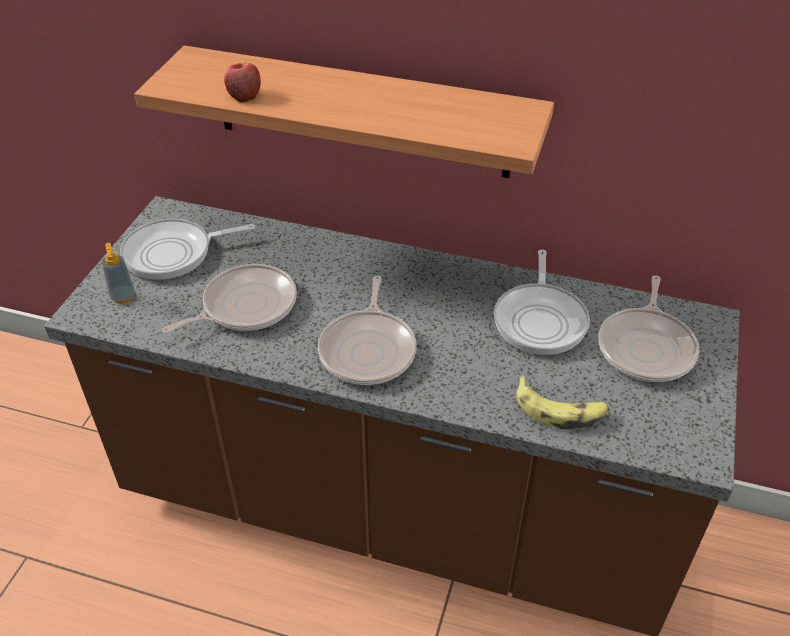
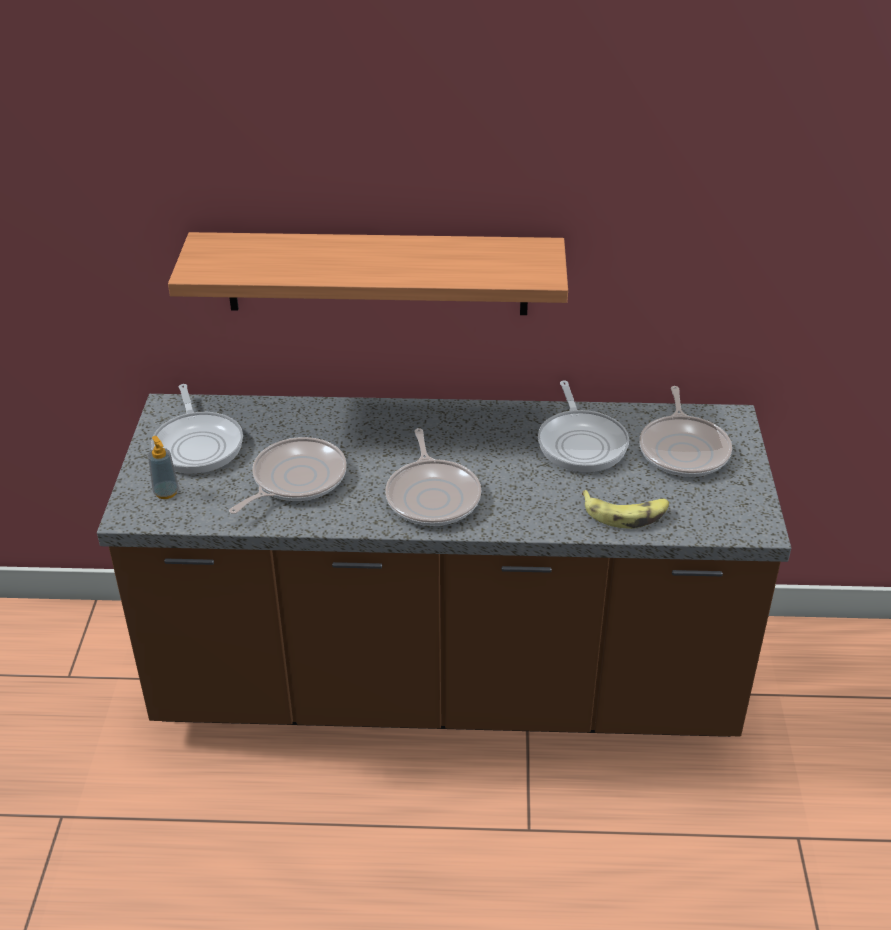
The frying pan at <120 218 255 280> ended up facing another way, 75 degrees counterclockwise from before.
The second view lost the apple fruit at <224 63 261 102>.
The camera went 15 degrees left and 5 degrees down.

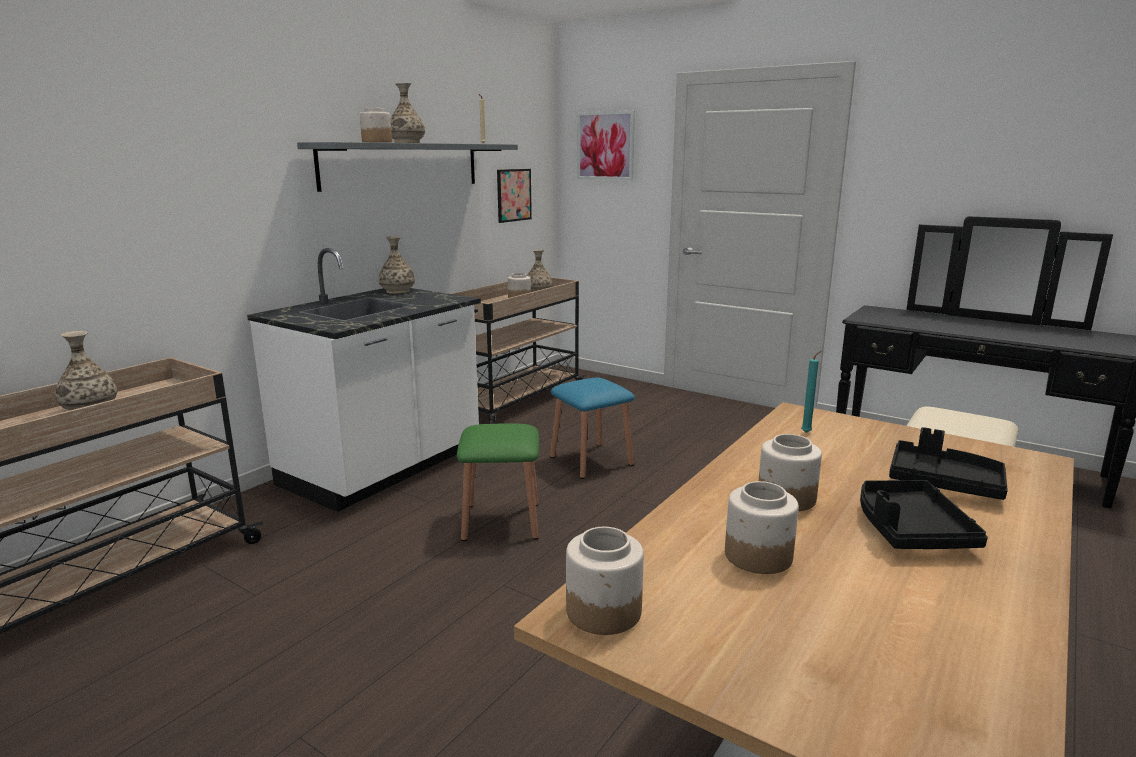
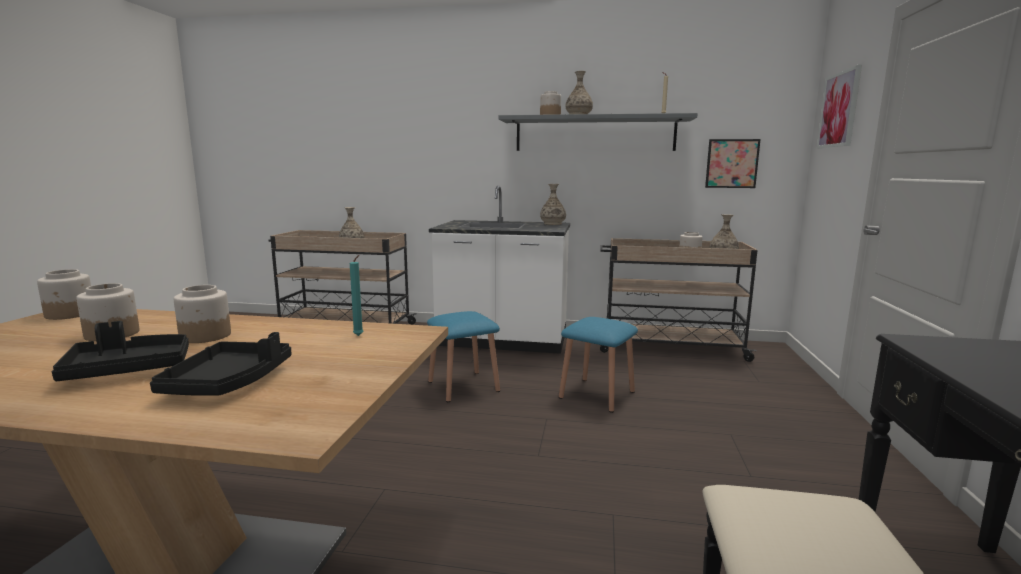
What was the greenish sitting stool at <457 423 539 541> turned into the blue sitting stool at <427 311 500 402>.
The camera went 65 degrees right and 5 degrees down.

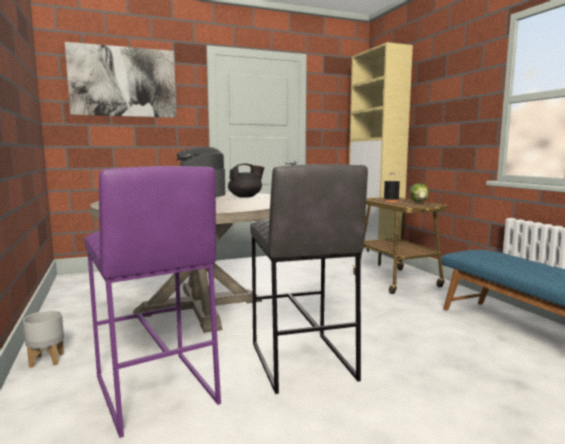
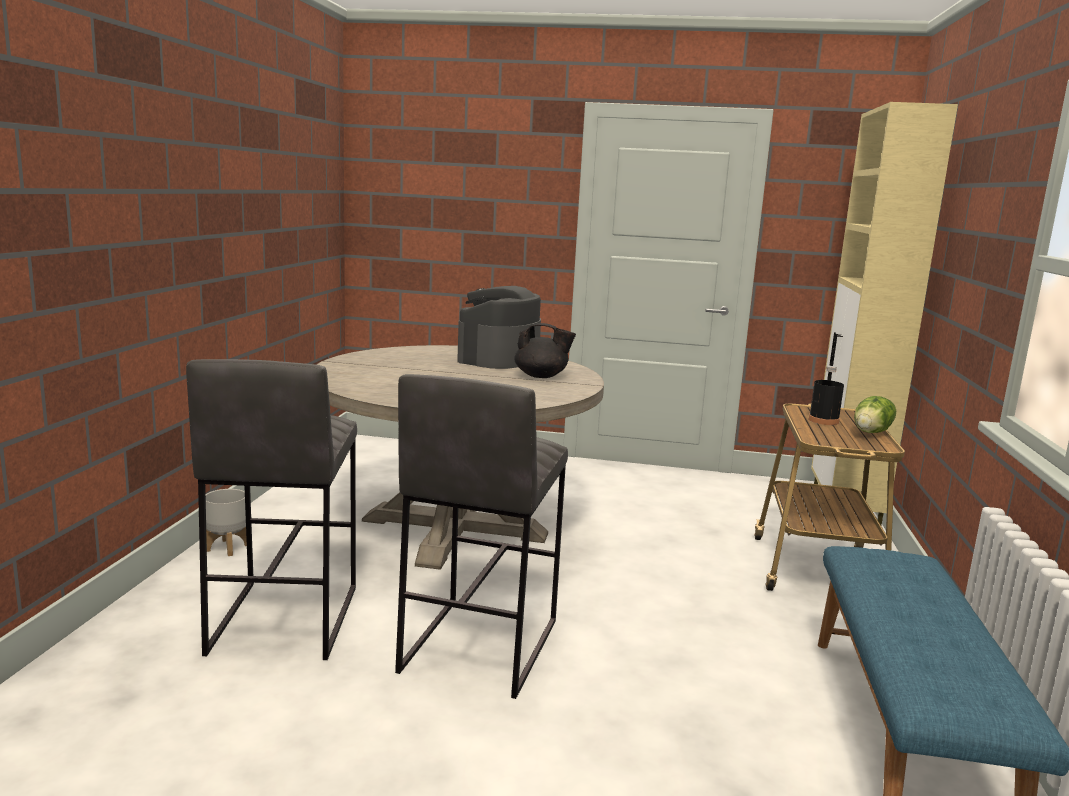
What was the purple-coloured sitting stool at <85 166 221 438> turned into the greyish sitting stool at <186 359 357 660>.
The second view lost the wall art at <65 42 177 118>.
The camera went 30 degrees right and 5 degrees up.

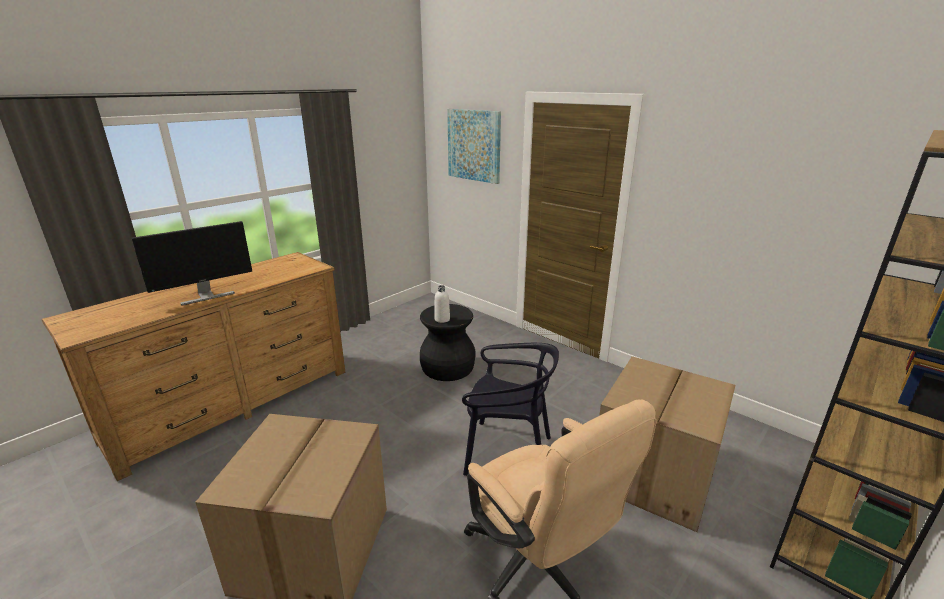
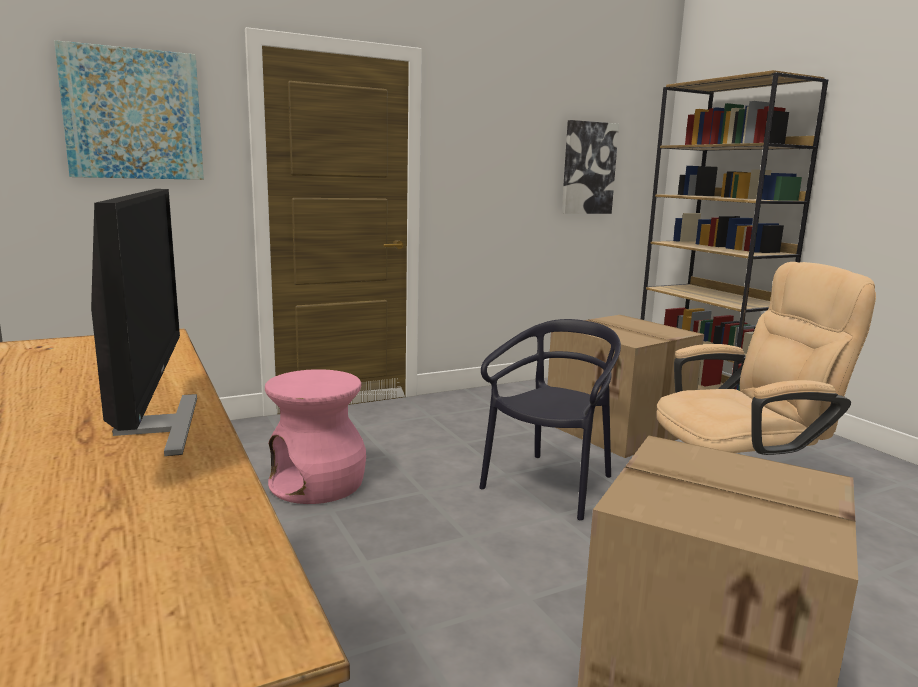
What was the blackish sitting stool at <420 304 476 381> turned into the pink sitting stool at <265 369 366 504>.
The second view gained the wall art at <562 120 619 214>.
The second view lost the whitish drink bottle at <435 285 450 323>.
The camera went 70 degrees left and 10 degrees down.

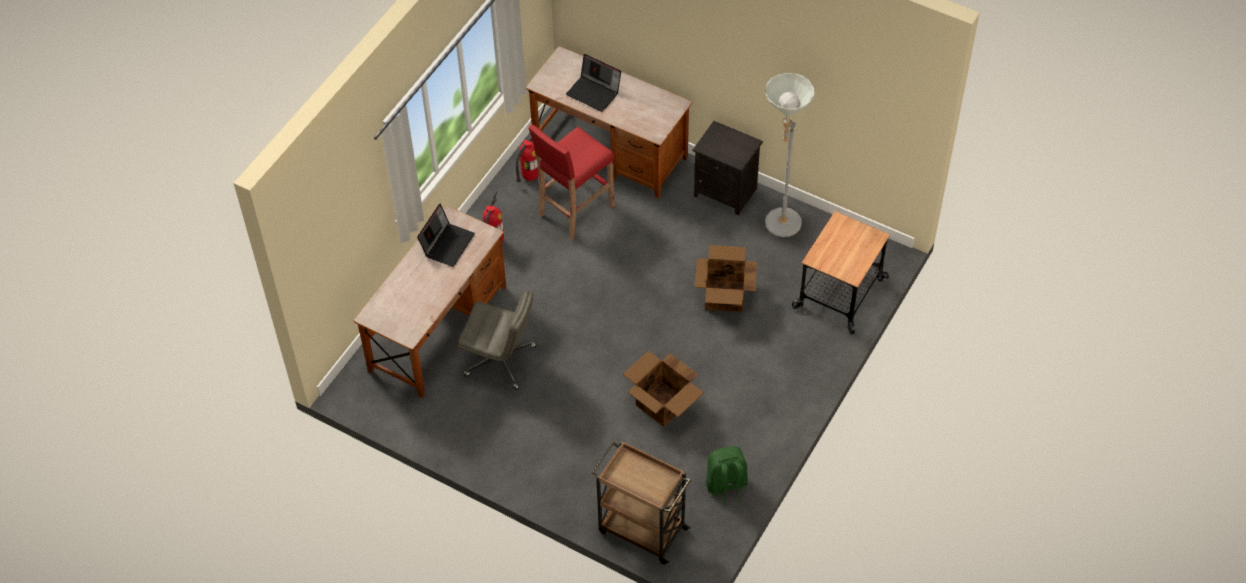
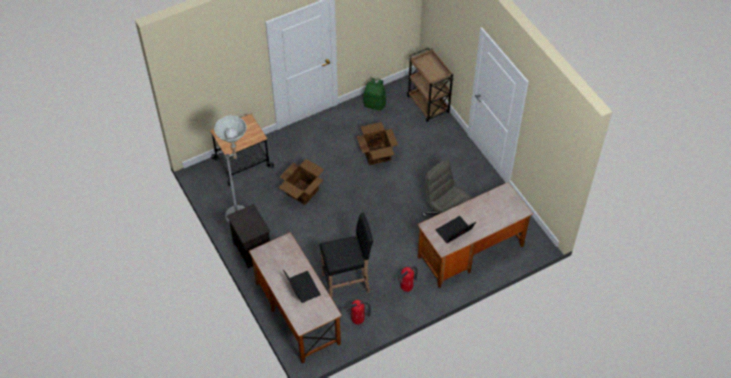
What was the red sitting stool at <528 124 615 241> turned into the blackish sitting stool at <320 213 373 300>.
The camera went 150 degrees left and 0 degrees up.

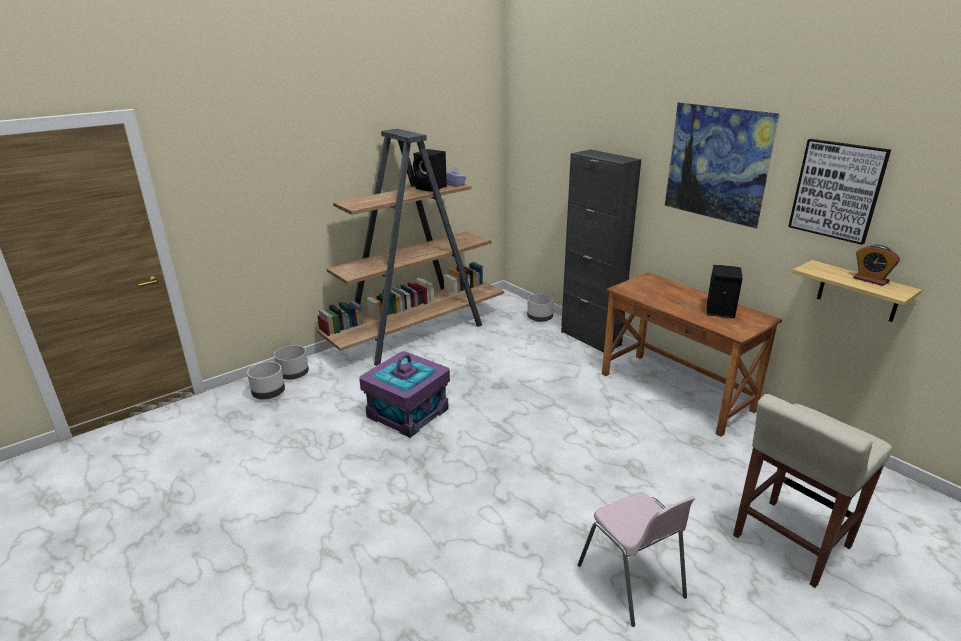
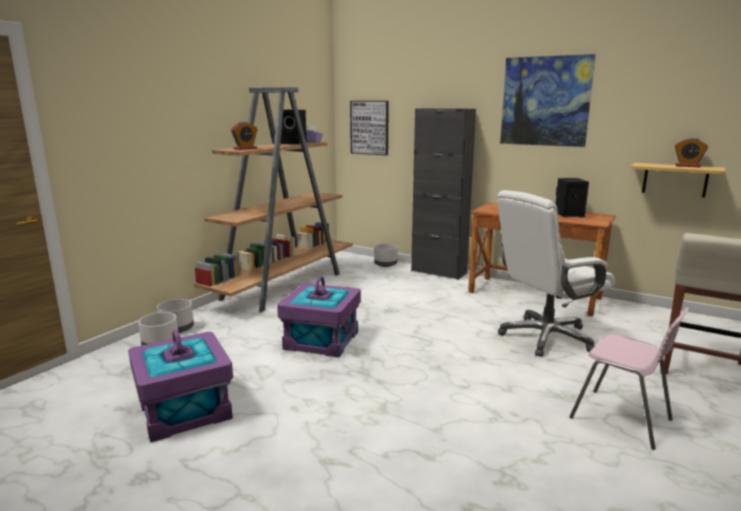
The second view gained the purple-coloured storage bin at <128 330 233 443>.
The second view gained the table clock at <231 122 257 150>.
The wall art ended up elsewhere, having gone from <788 139 891 245> to <350 101 389 155>.
The second view gained the whitish computer chair at <497 190 615 357>.
The camera went 20 degrees left and 10 degrees down.

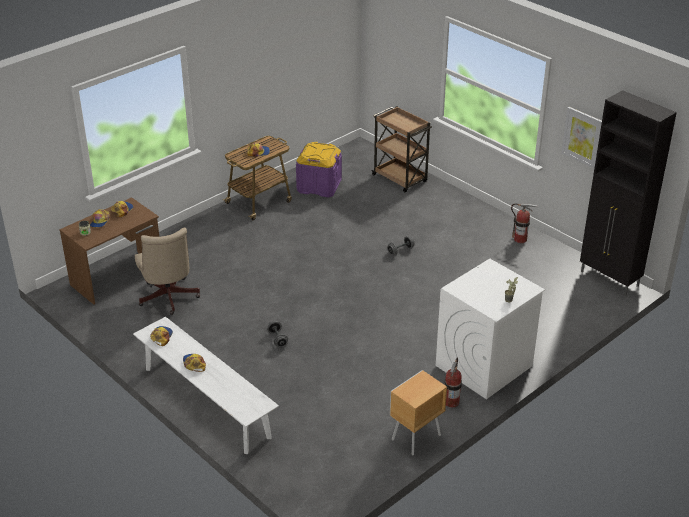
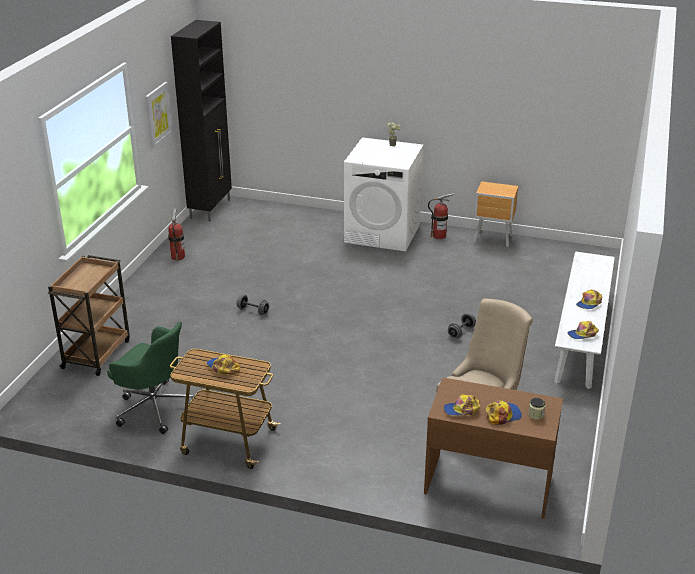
Where the purple-coloured storage bin stood at <296 142 342 198>, the greenish computer chair came to stand at <107 321 194 434>.
The camera went 120 degrees left and 5 degrees down.

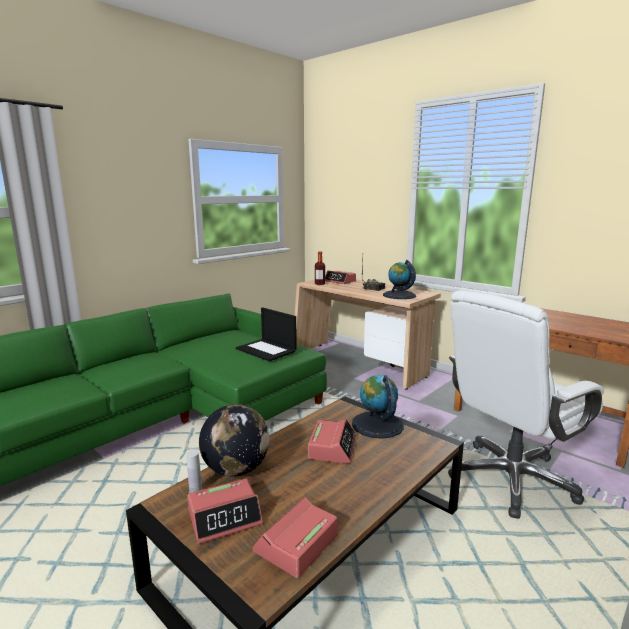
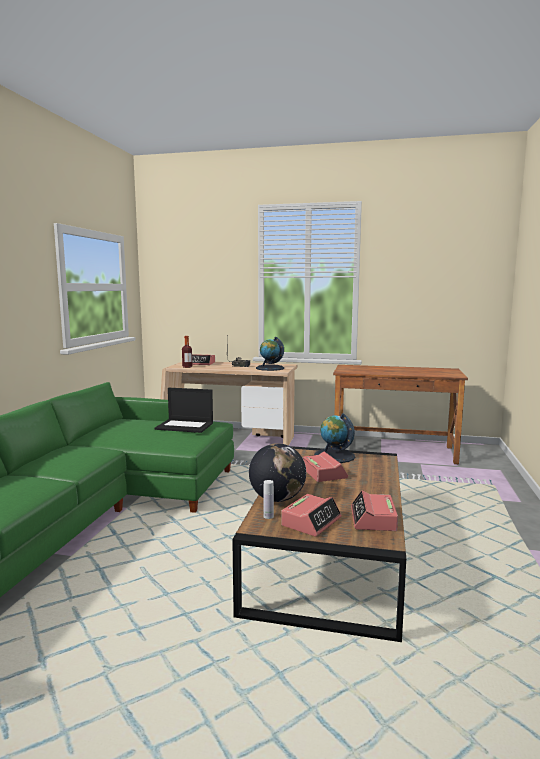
The second view lost the whitish computer chair at <448 290 604 519>.
The camera went 30 degrees left and 5 degrees down.

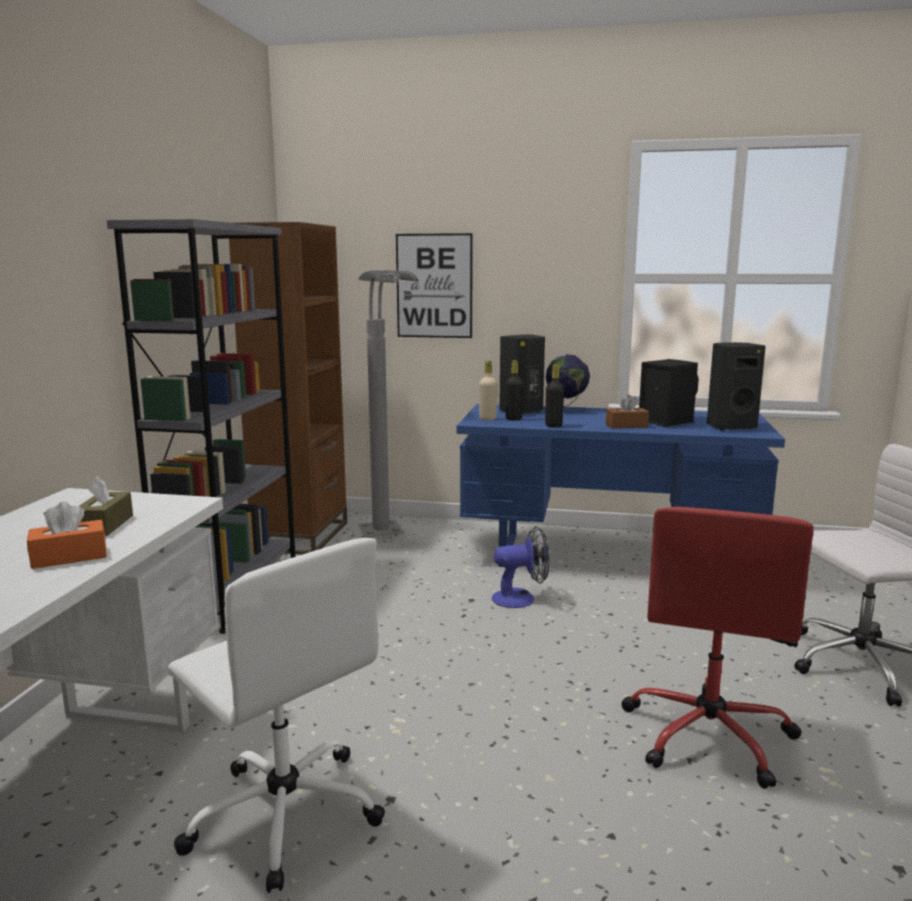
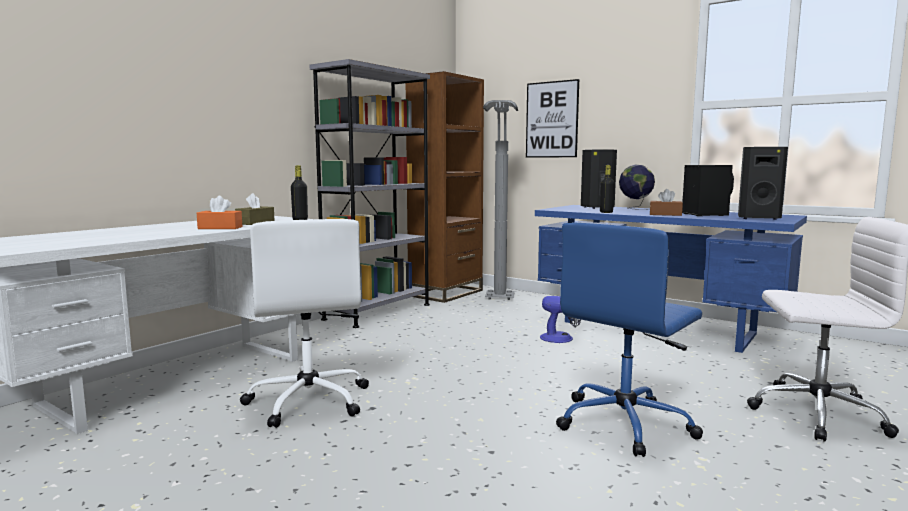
The blackish drink bottle ended up elsewhere, having gone from <506 360 523 421> to <291 165 308 220>.
What was the red computer chair at <621 507 814 789> turned into the blue computer chair at <556 222 703 457>.
The second view lost the sand-coloured drink bottle at <479 361 497 421>.
The camera went 25 degrees right and 5 degrees down.

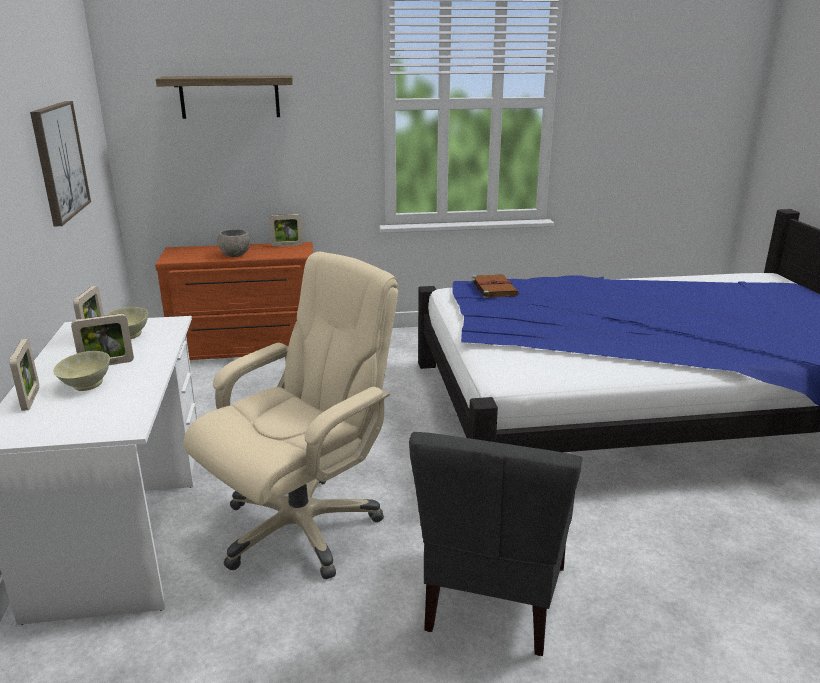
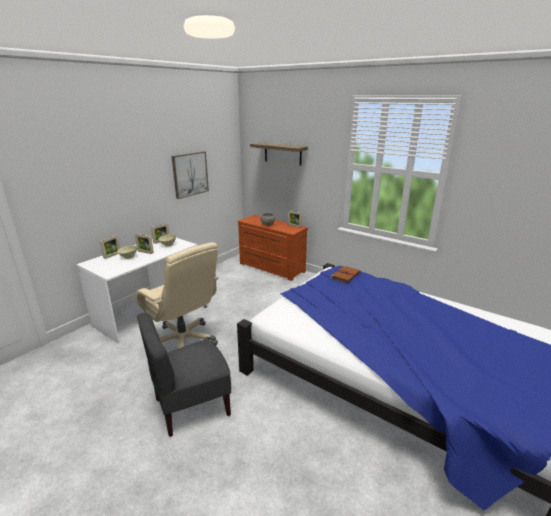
The sand-coloured computer chair at <184 251 398 579> ended up facing another way, 45 degrees clockwise from before.
The camera went 45 degrees right and 0 degrees up.

